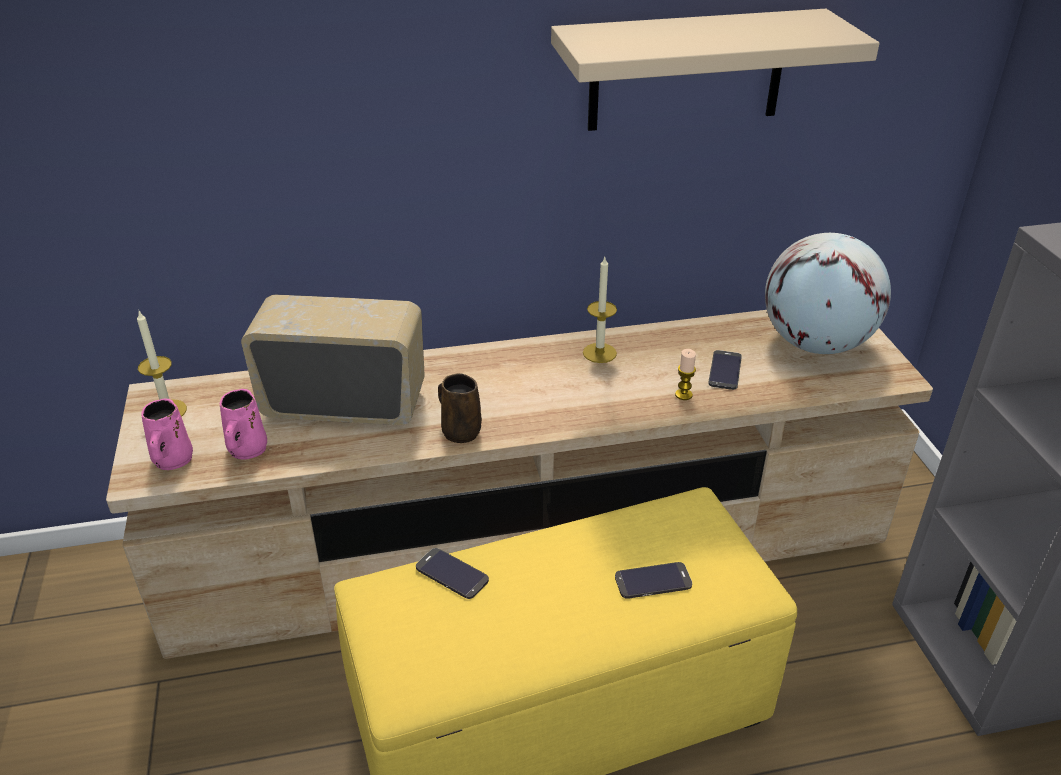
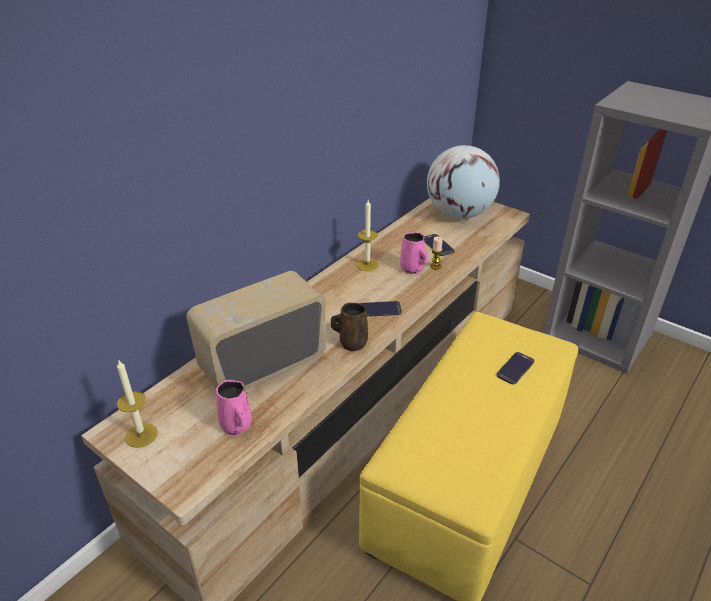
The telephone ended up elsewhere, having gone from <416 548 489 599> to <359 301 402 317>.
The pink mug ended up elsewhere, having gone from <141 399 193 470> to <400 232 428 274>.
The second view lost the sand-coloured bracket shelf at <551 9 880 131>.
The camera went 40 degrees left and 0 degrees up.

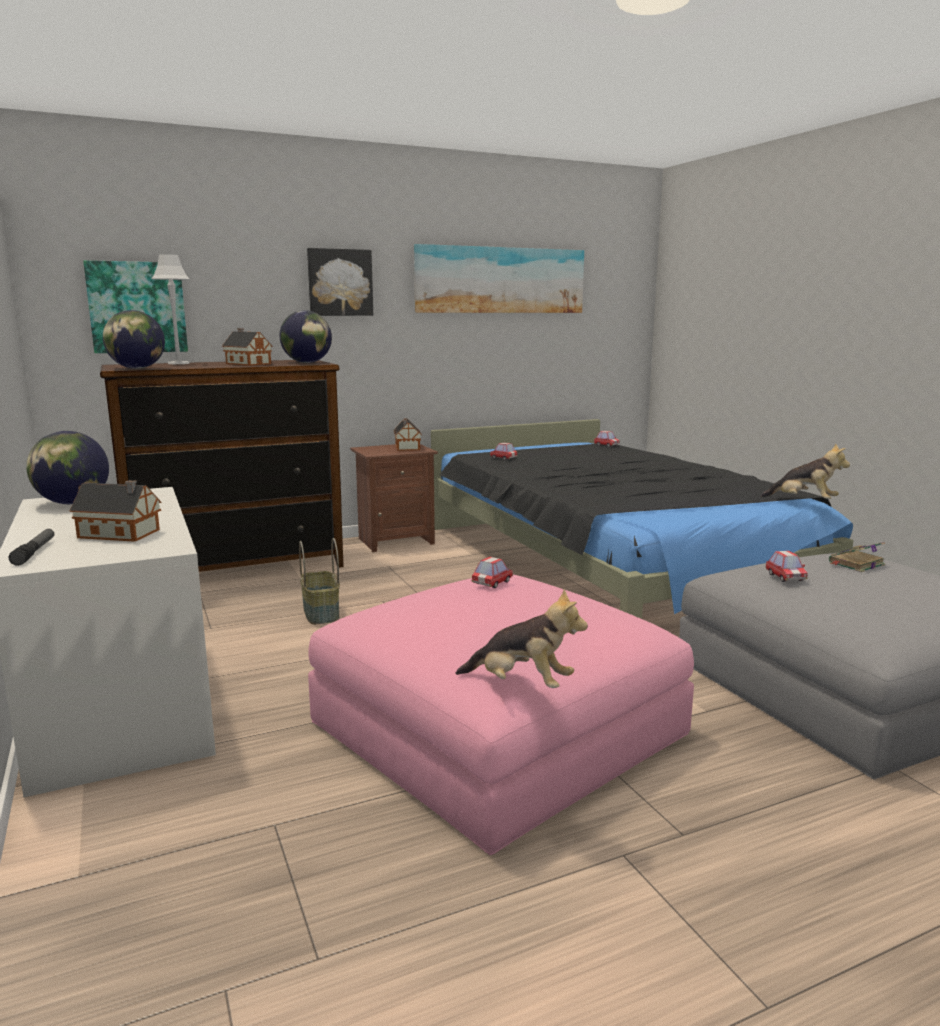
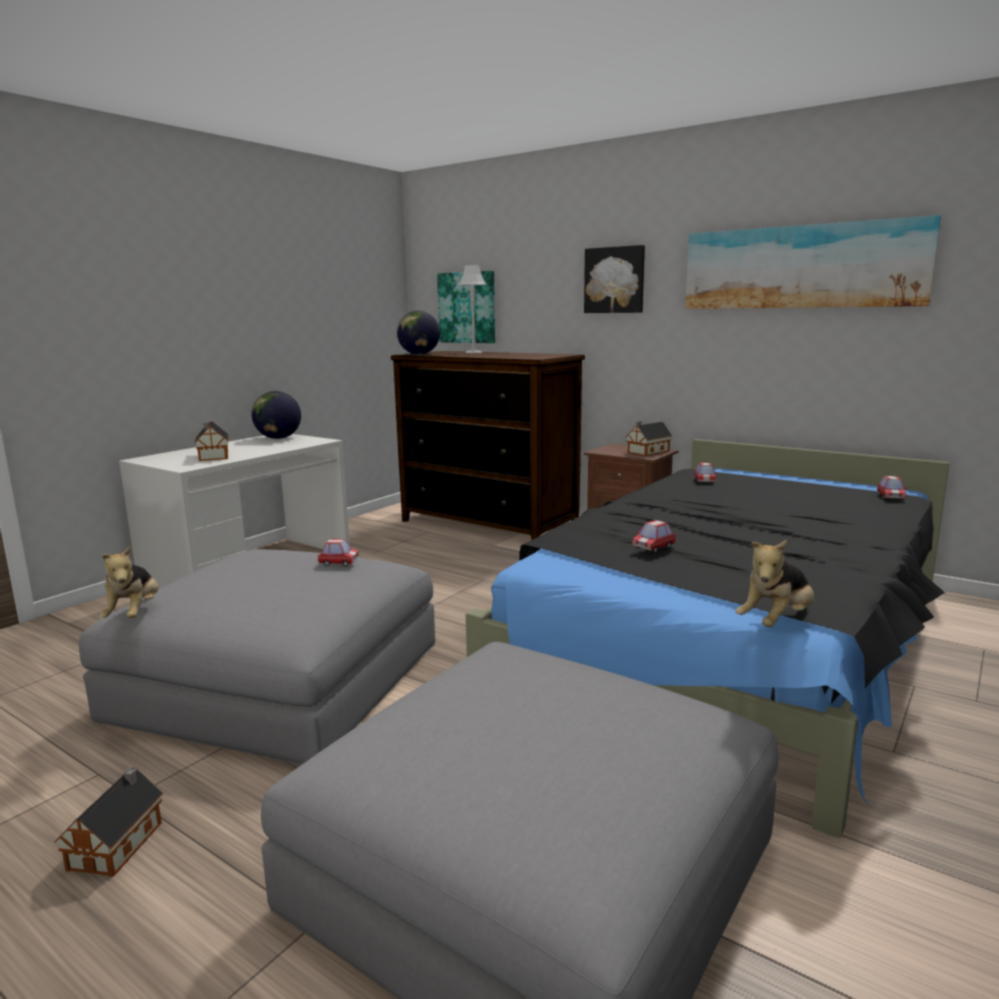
The model house ended up elsewhere, having gone from <222 328 273 366> to <55 768 163 877>.
What was the pink pouffe at <308 575 694 855> turned into the greyish pouffe at <79 549 435 765>.
The miniature car ended up elsewhere, having gone from <765 551 808 582> to <632 520 676 553>.
The soft toy at <760 443 850 499> ended up facing another way, 45 degrees clockwise from before.
The second view lost the hand torch at <9 529 54 566>.
The second view lost the globe at <279 310 332 363>.
The second view lost the storage basket at <299 538 340 624>.
The second view lost the bound book at <829 542 885 572>.
The camera went 60 degrees right and 0 degrees up.

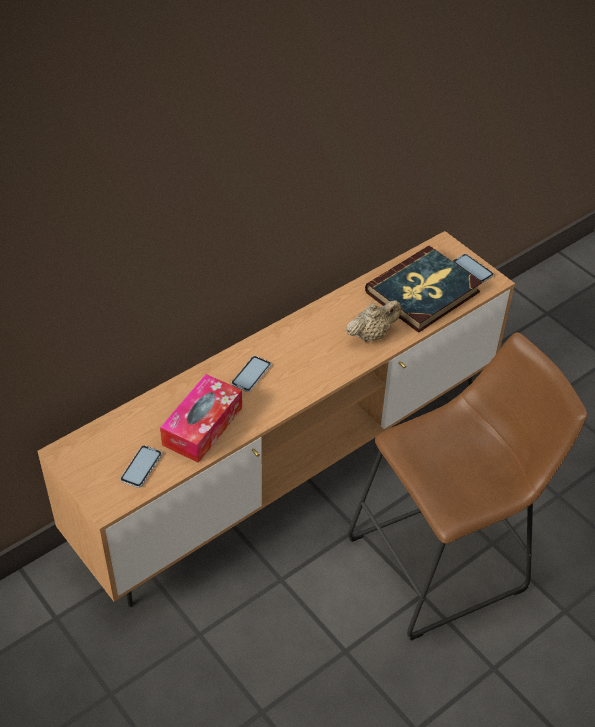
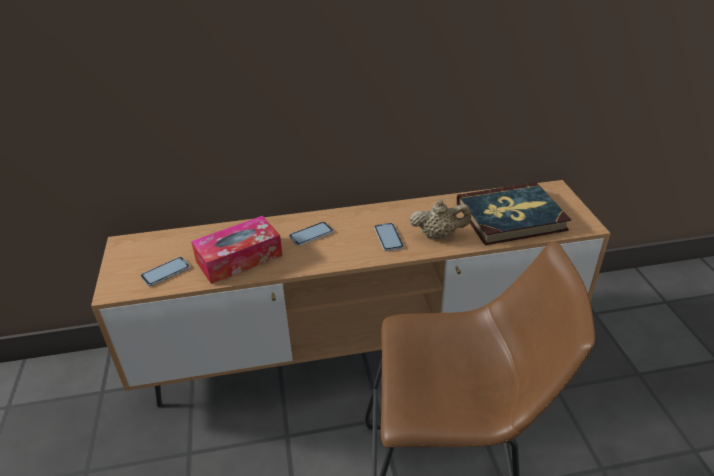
The telephone ended up elsewhere, having gone from <453 254 494 283> to <374 223 404 251>.
The camera went 30 degrees right and 10 degrees down.

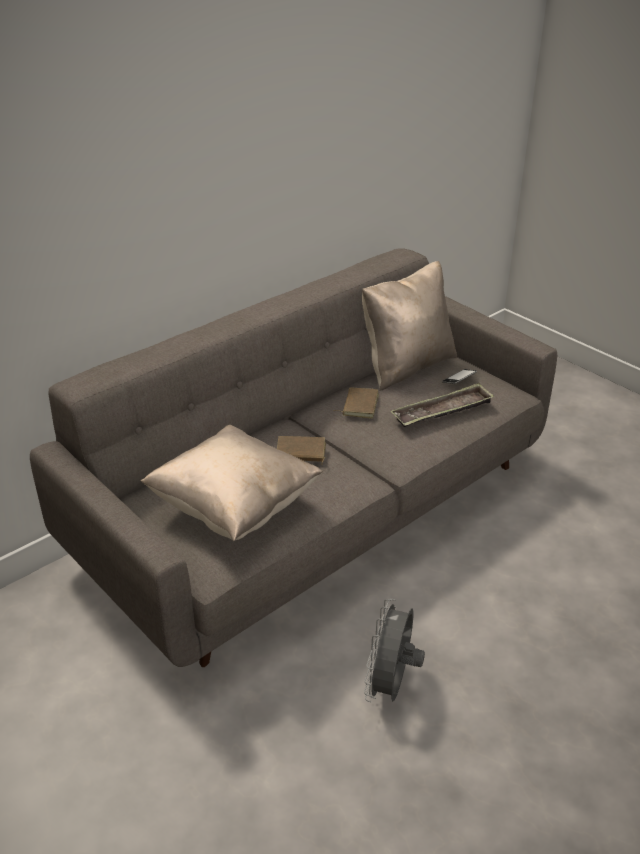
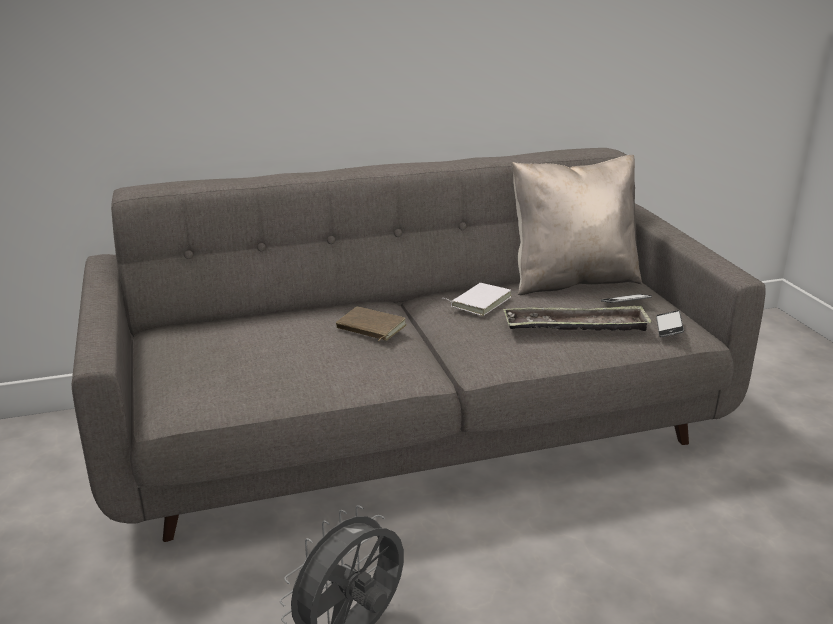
What was the brown-coloured bound book at <333 387 379 419> turned into the whitish bound book at <444 283 512 316>.
The second view gained the telephone at <656 310 684 337>.
The second view lost the sand-coloured pillow at <141 425 323 541>.
The camera went 25 degrees right and 10 degrees down.

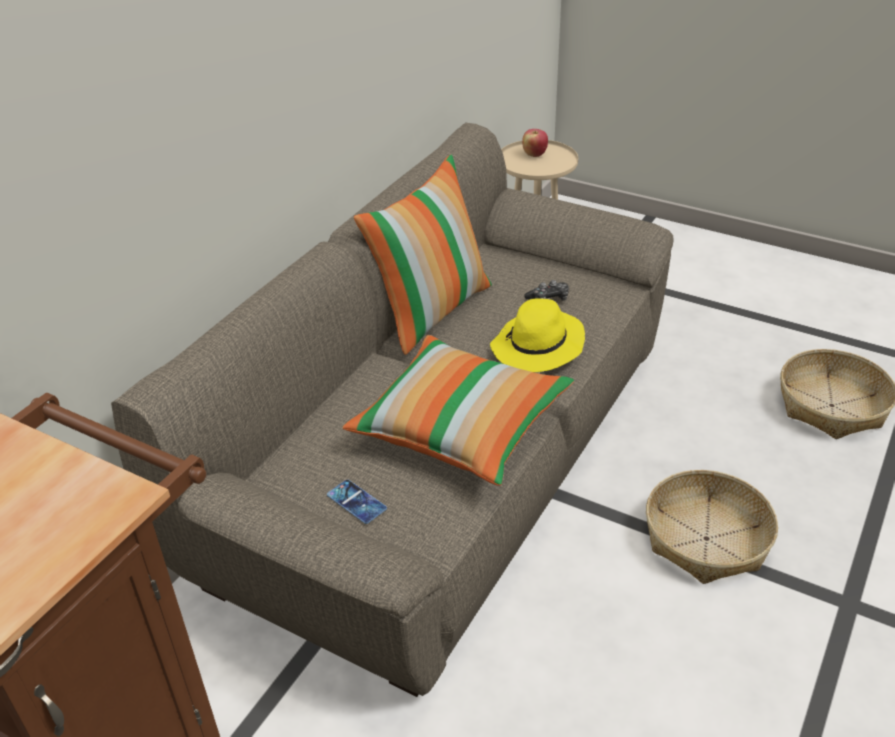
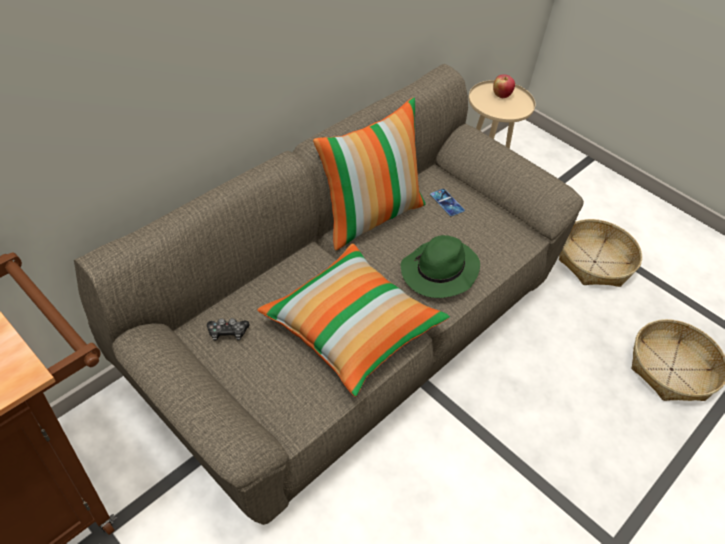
The game controller ended up elsewhere, having gone from <524 280 569 300> to <207 318 250 341>.
What was the yellowish hat at <490 298 585 372> turned into the greenish hat at <401 235 480 298>.
The telephone ended up elsewhere, having gone from <327 479 387 524> to <430 189 465 216>.
The storage basket ended up elsewhere, having gone from <646 470 778 584> to <559 219 642 287>.
The camera went 10 degrees right and 10 degrees up.

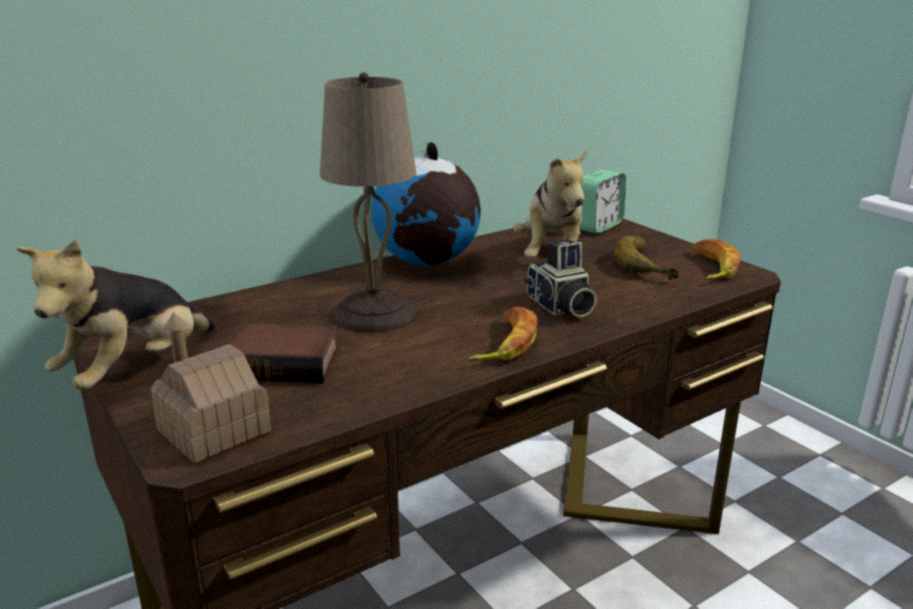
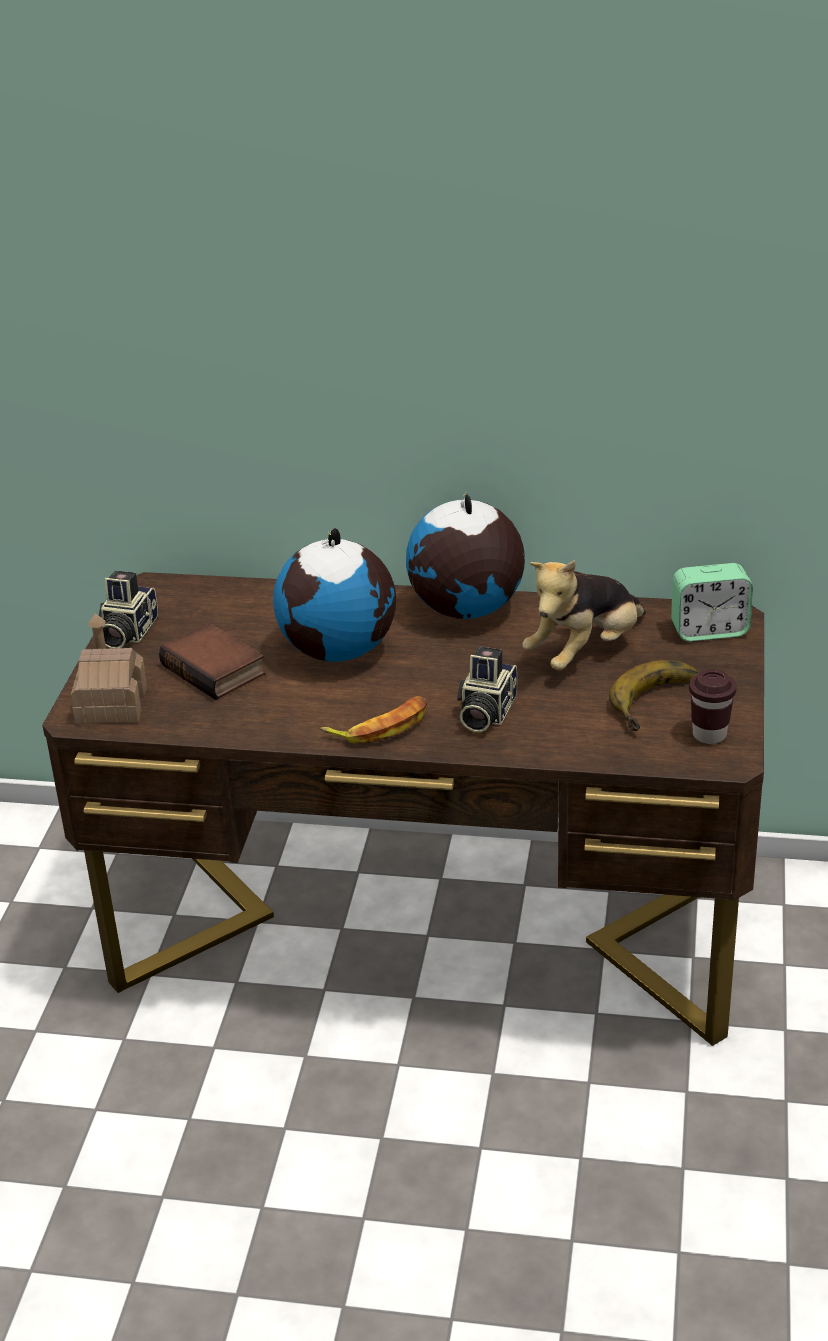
Where the soft toy stood at <16 239 215 390>, the photo camera came to stand at <99 571 158 649>.
Where the sand-coloured table lamp stood at <320 72 417 332>, the globe came to stand at <273 528 396 662>.
Where the whole banana stood at <692 239 741 280>, the brown-coloured cup came to stand at <689 669 737 744>.
The camera went 45 degrees right and 10 degrees up.

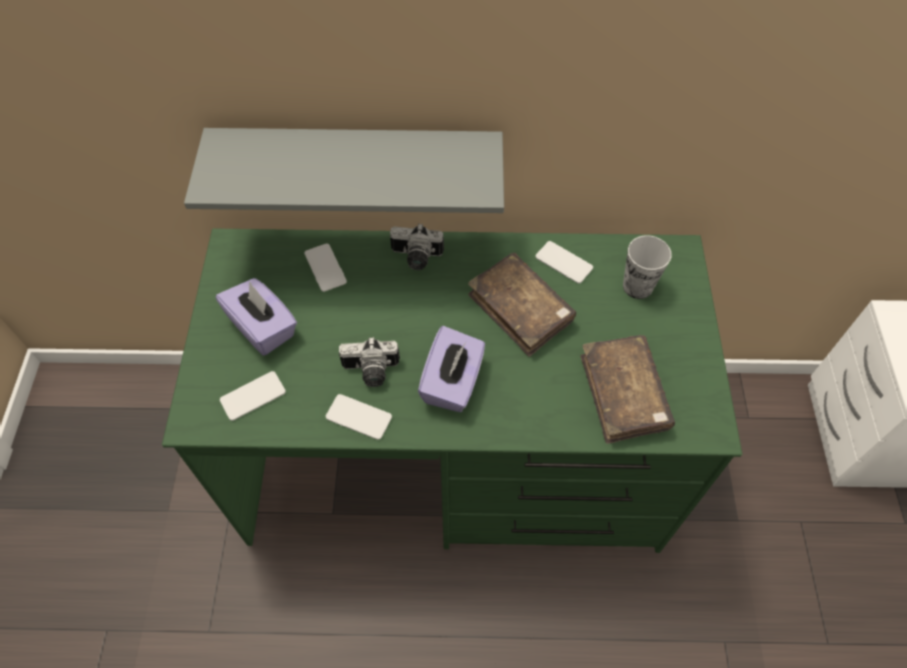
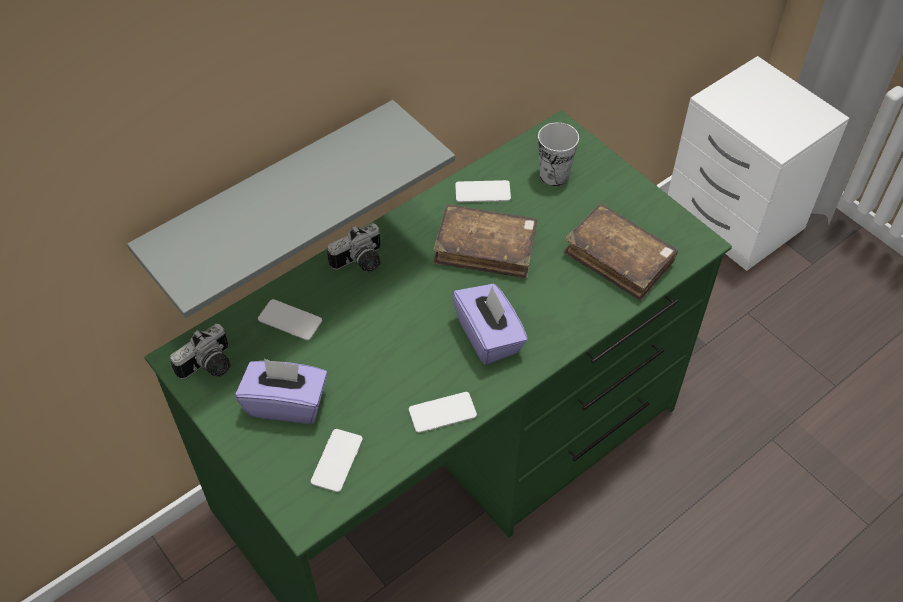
The photo camera ended up elsewhere, having gone from <339 337 400 387> to <170 324 231 379>.
The camera went 40 degrees left and 5 degrees down.

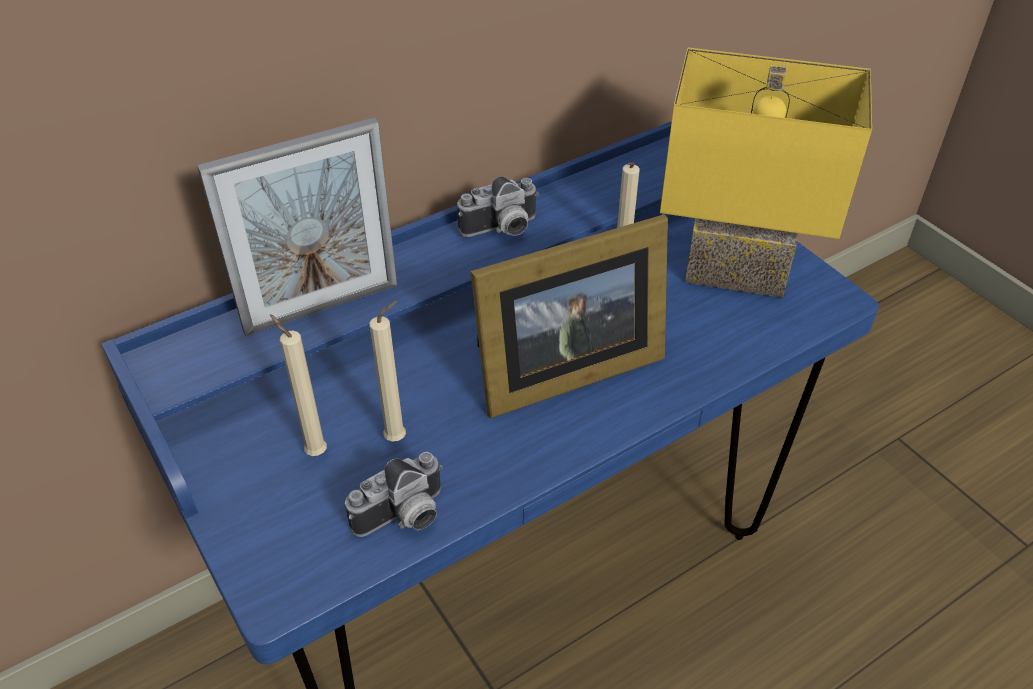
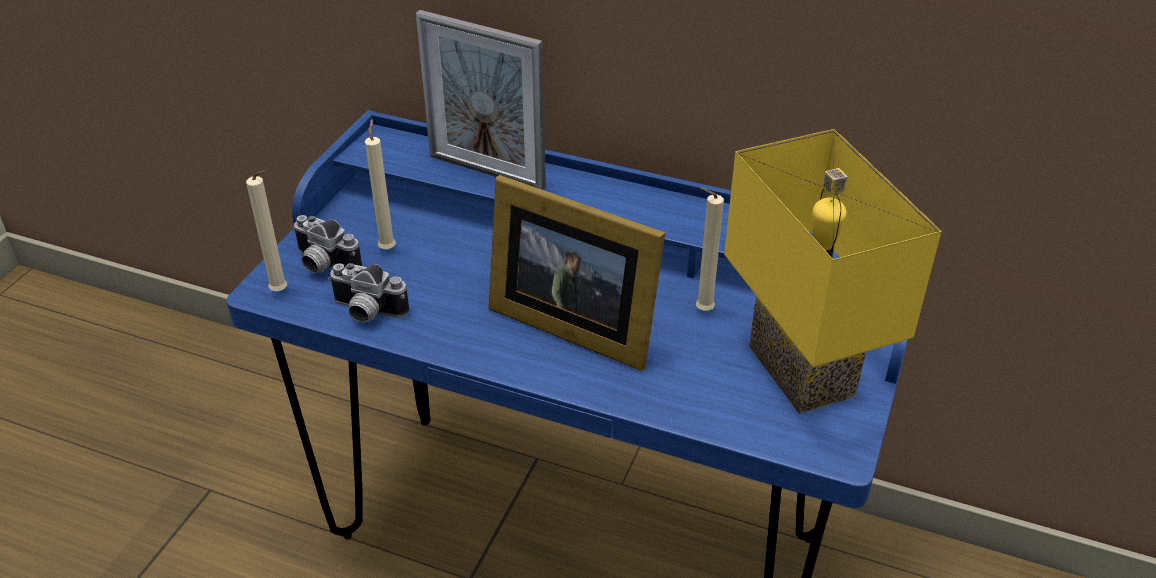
The sand-coloured candle ended up elsewhere, having gone from <369 301 406 442> to <246 170 287 292>.
The photo camera ended up elsewhere, having gone from <457 176 539 237> to <293 215 362 273>.
The camera went 55 degrees right and 5 degrees down.

